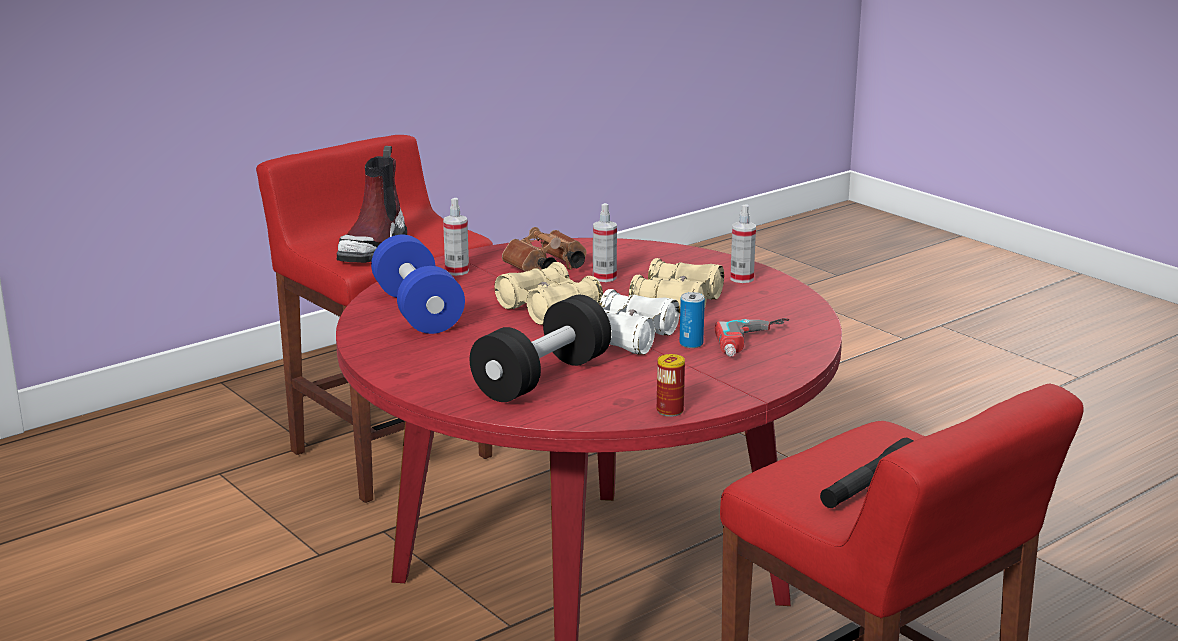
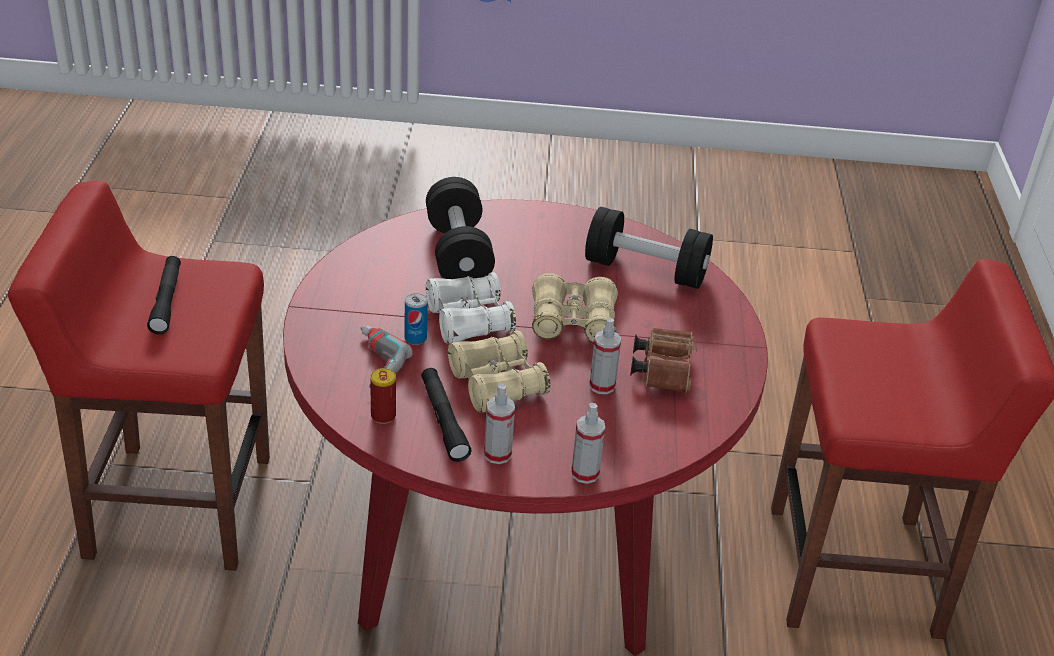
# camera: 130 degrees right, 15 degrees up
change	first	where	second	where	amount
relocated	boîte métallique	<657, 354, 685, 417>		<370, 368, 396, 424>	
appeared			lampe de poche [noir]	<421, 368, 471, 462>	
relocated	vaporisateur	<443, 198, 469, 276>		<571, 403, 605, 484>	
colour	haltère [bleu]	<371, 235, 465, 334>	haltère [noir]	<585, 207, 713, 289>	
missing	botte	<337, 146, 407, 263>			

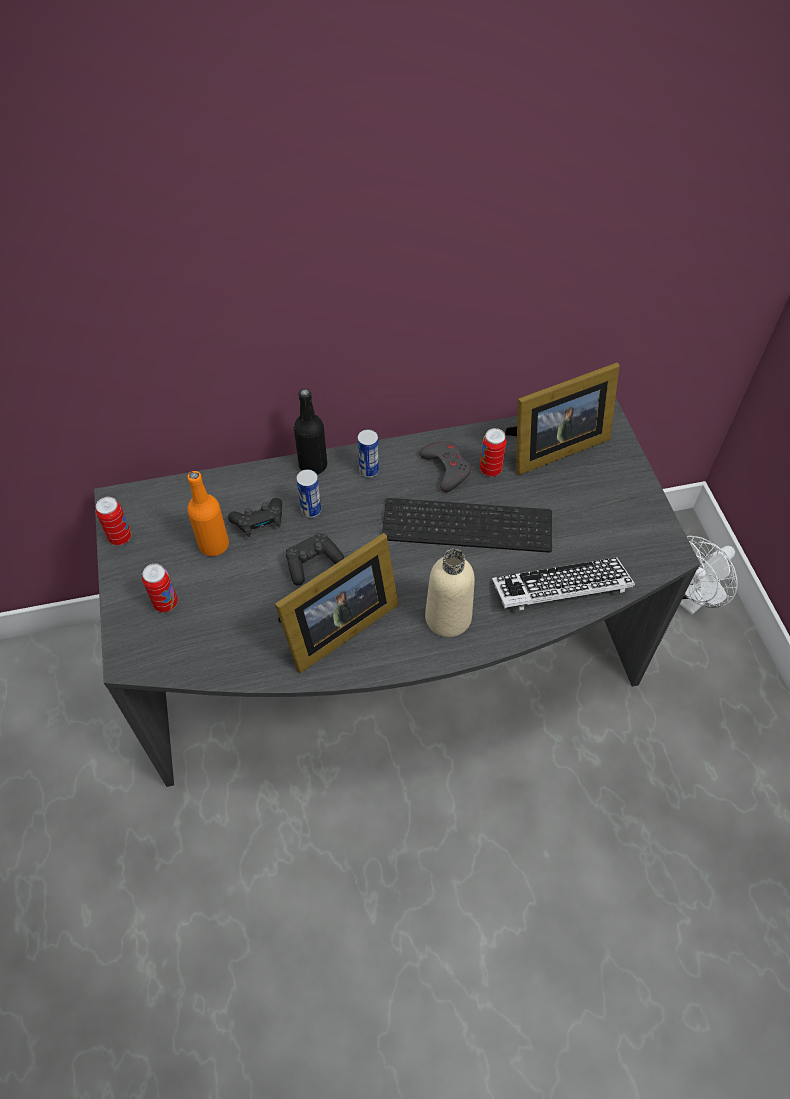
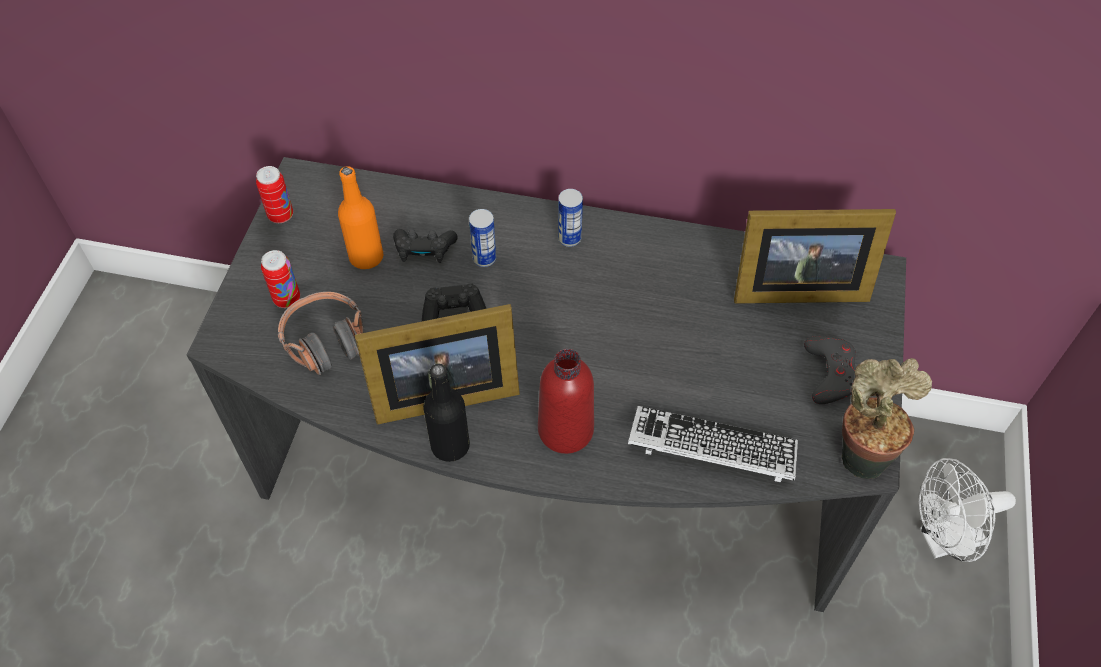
# camera: 25 degrees right, 0 degrees up
change	first	where	second	where	amount
appeared			casque audio	<278, 292, 363, 375>	
relocated	bouteille [noir]	<294, 388, 327, 474>		<423, 364, 470, 462>	
colour	bouteille [beige]	<425, 549, 475, 637>	bouteille [rouge]	<538, 349, 594, 454>	
relocated	manette [gris]	<420, 441, 471, 492>		<804, 336, 856, 404>	
appeared			plante en pot	<842, 358, 932, 479>	
missing	clavier	<382, 498, 552, 553>			
missing	boîte métallique	<480, 428, 506, 477>			

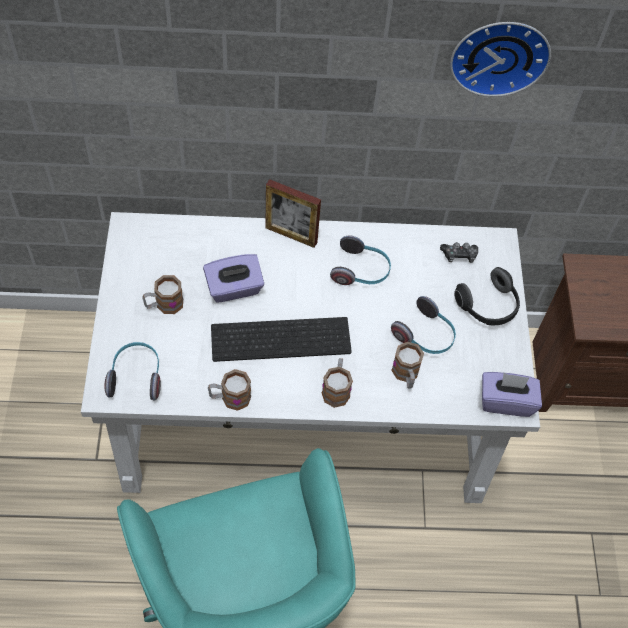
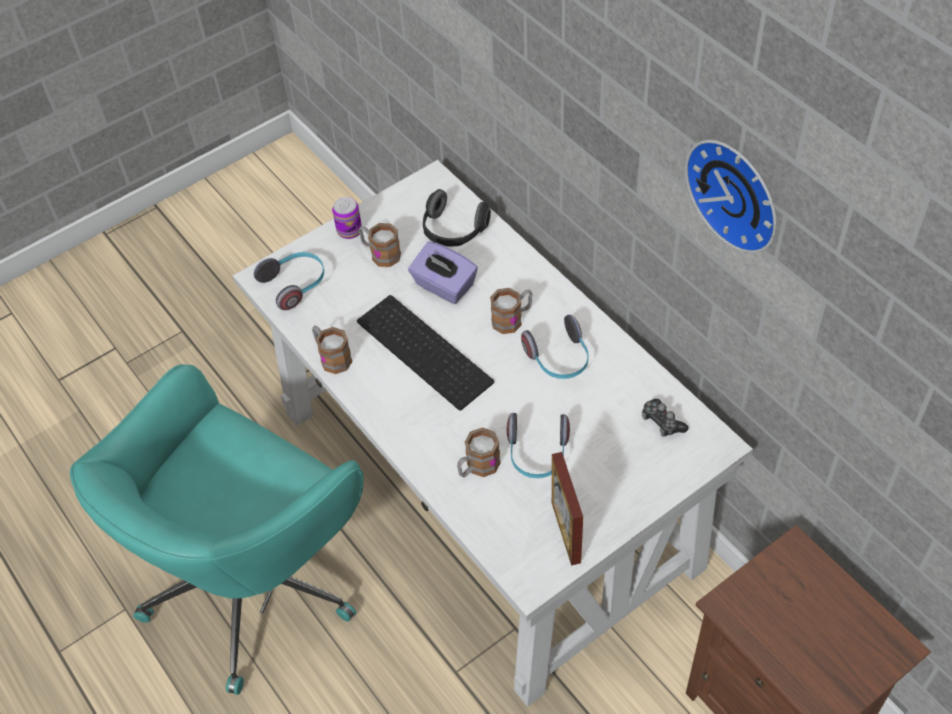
# camera: 60 degrees right, 5 degrees down
change	first	where	second	where	amount
appeared			boîte métallique	<332, 197, 362, 239>	
relocated	casque audio	<454, 267, 520, 325>		<423, 189, 491, 246>	
relocated	mug	<322, 358, 353, 408>		<490, 288, 532, 334>	
relocated	cadre photo	<265, 179, 321, 248>		<552, 452, 583, 566>	
missing	boîte à mouchoirs [violet]	<482, 372, 542, 417>			

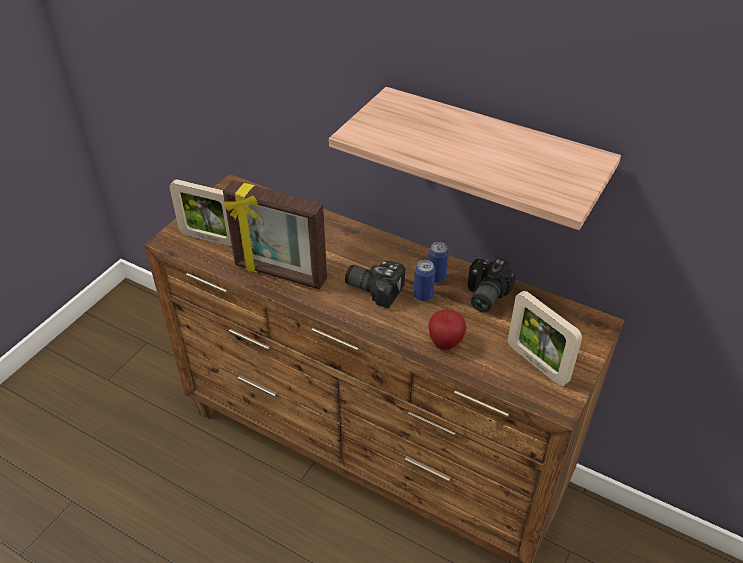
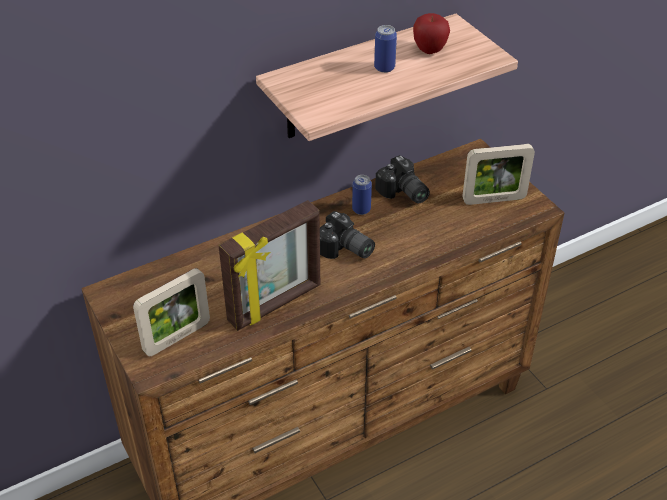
# camera: 60 degrees left, 0 degrees up
change	first	where	second	where	amount
spun	appareil photo	<345, 261, 405, 309>		<320, 211, 375, 259>	105 degrees counterclockwise
relocated	boîte métallique	<414, 260, 435, 301>		<374, 25, 397, 73>	
relocated	pomme	<428, 309, 466, 350>		<413, 13, 450, 54>	

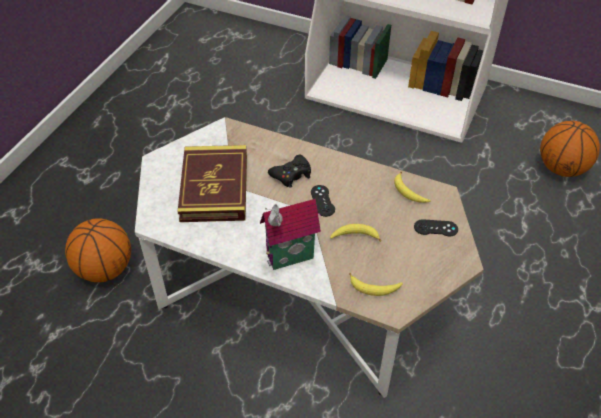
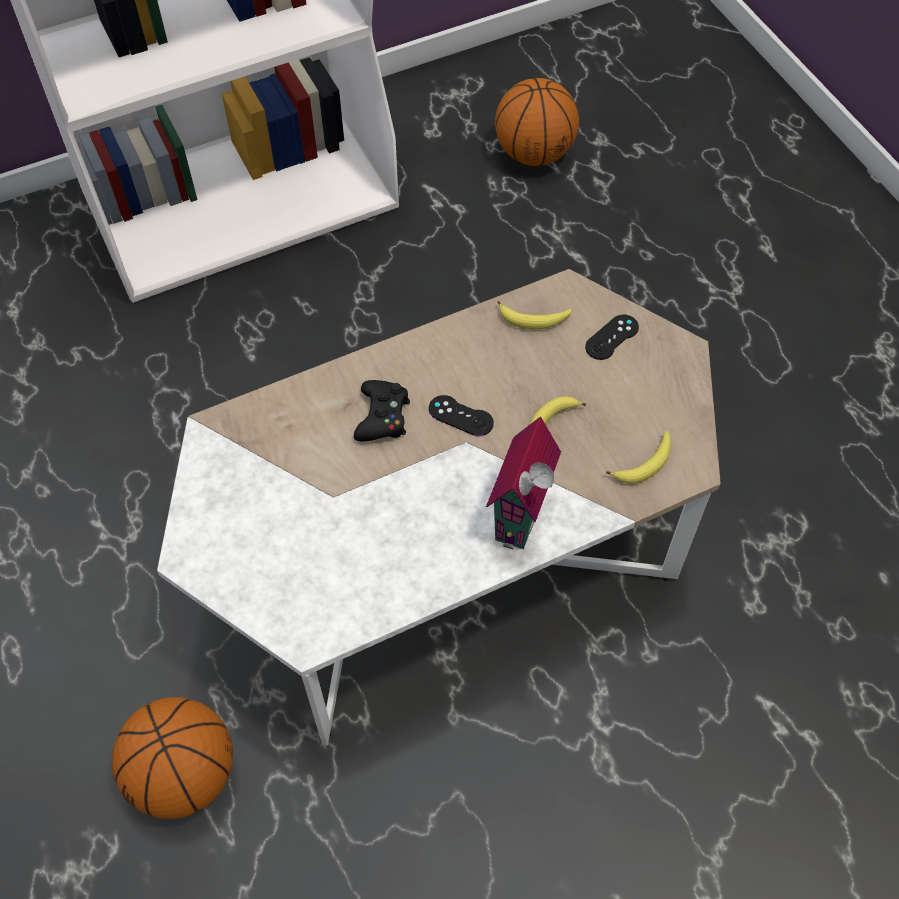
# camera: 50 degrees left, 10 degrees up
change	first	where	second	where	amount
missing	livre	<177, 145, 247, 222>			

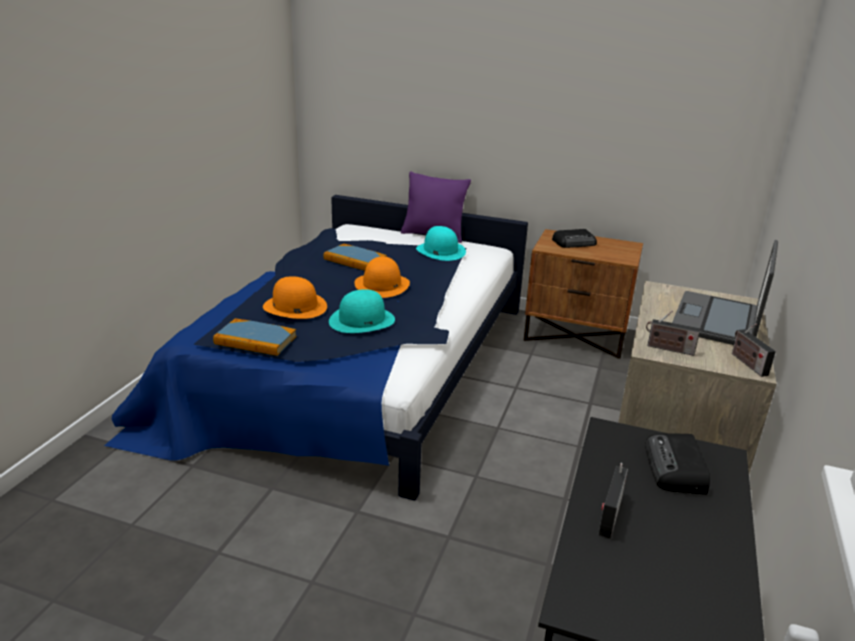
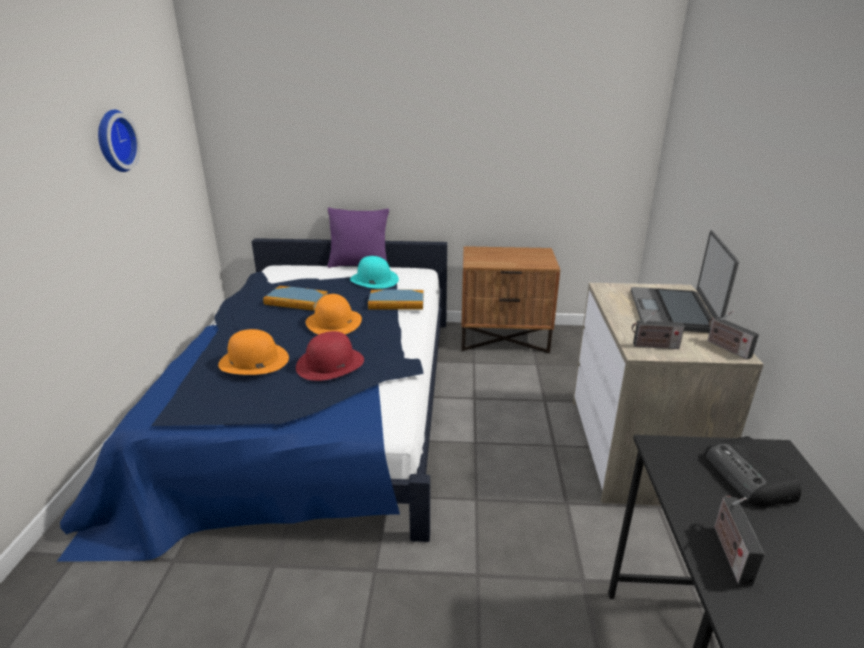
# camera: 15 degrees left, 0 degrees up
change	first	where	second	where	amount
appeared			horloge murale	<98, 110, 140, 172>	
colour	chapeau [turquoise]	<329, 289, 395, 333>	chapeau [rouge]	<296, 331, 364, 381>	
relocated	livre	<213, 318, 297, 356>		<368, 290, 424, 310>	
missing	radio	<552, 229, 597, 248>			

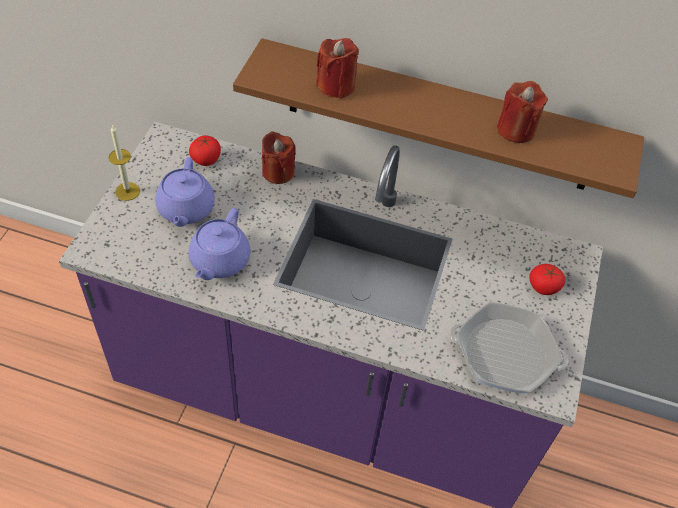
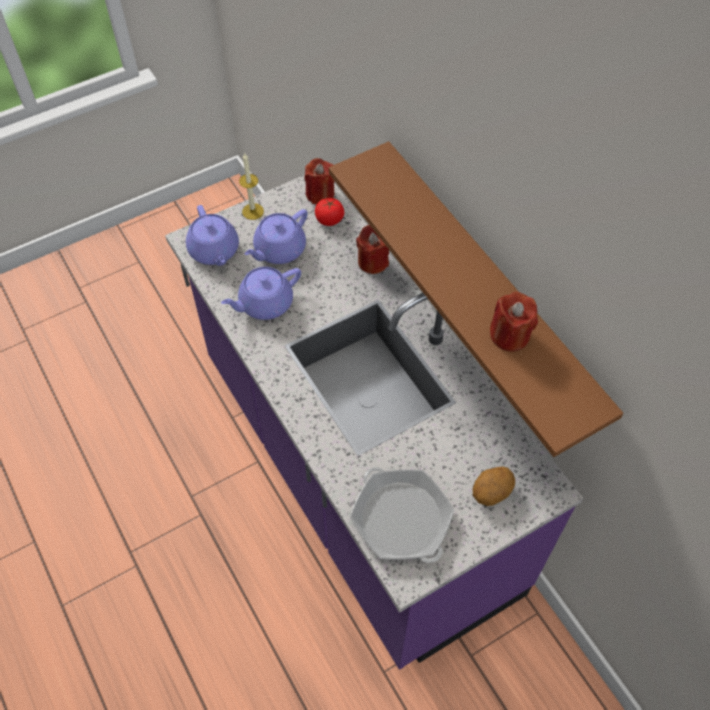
# camera: 45 degrees right, 5 degrees up
change	first	where	second	where	amount
appeared			théière [violet]	<186, 205, 239, 266>	
relocated	bougie [rouge]	<316, 38, 359, 99>		<304, 158, 335, 204>	
exchanged	tomate	<529, 264, 565, 295>	pomme de terre	<473, 467, 515, 506>	

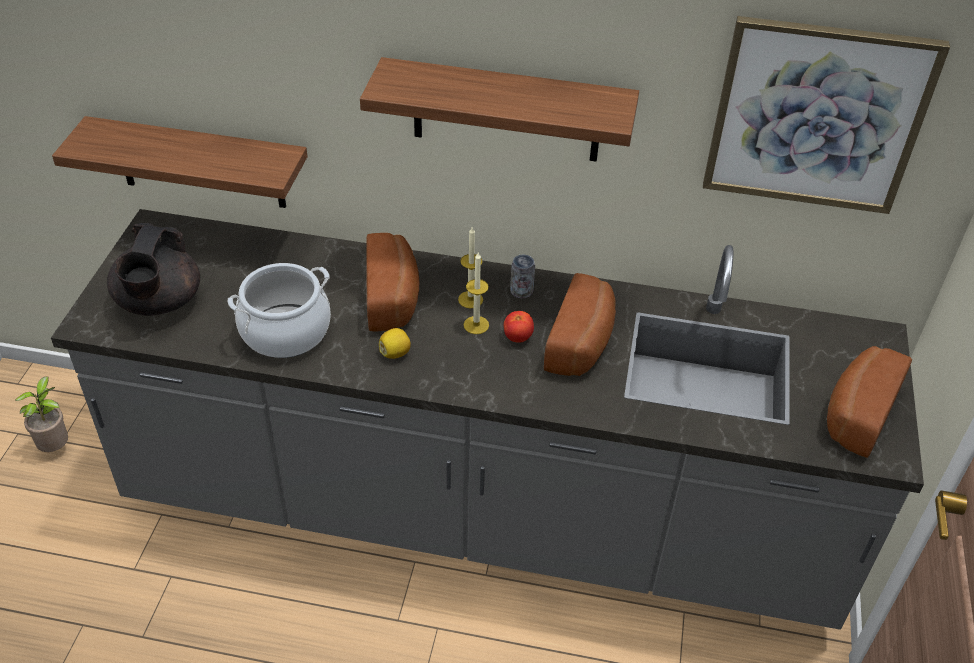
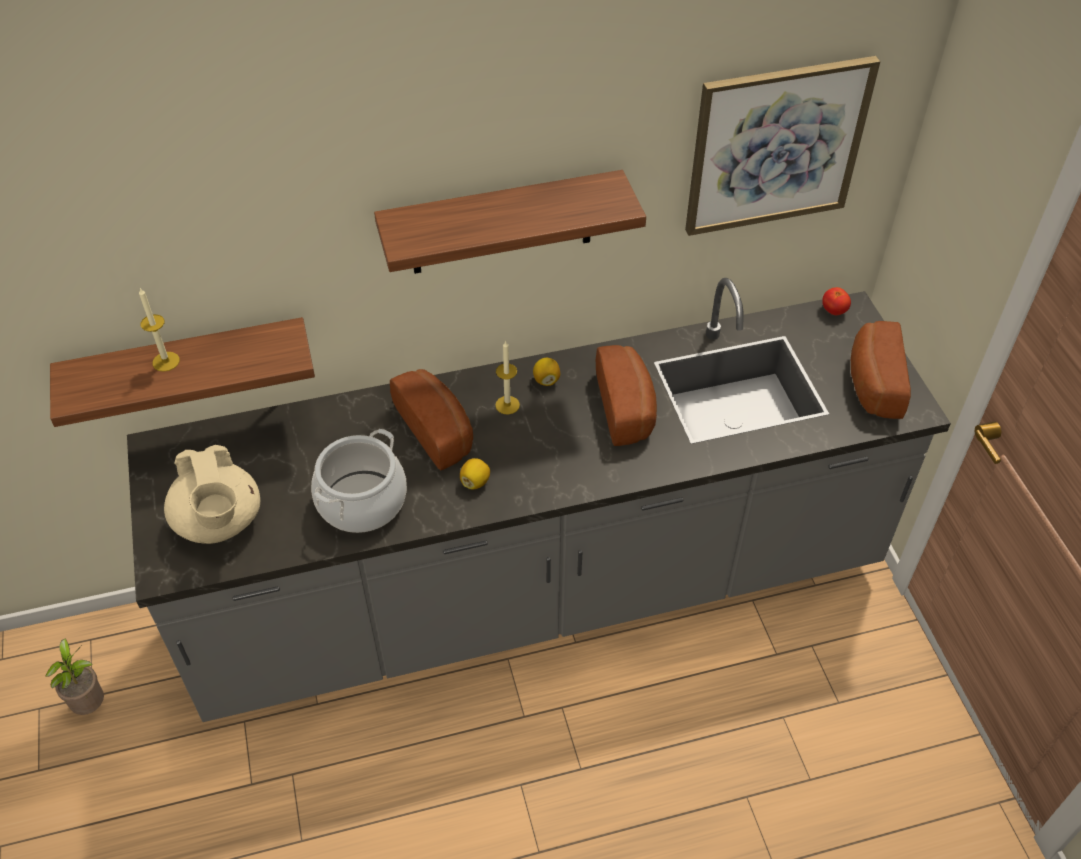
# camera: 25 degrees left, 5 degrees up
change	first	where	second	where	amount
relocated	bougie	<464, 253, 489, 334>		<139, 288, 180, 372>	
colour	théière [noir]	<107, 223, 200, 316>	théière [beige]	<164, 445, 260, 544>	
exchanged	boîte métallique	<510, 254, 535, 298>	citron	<533, 358, 560, 386>	
relocated	tomate	<504, 311, 534, 343>		<822, 287, 851, 315>	

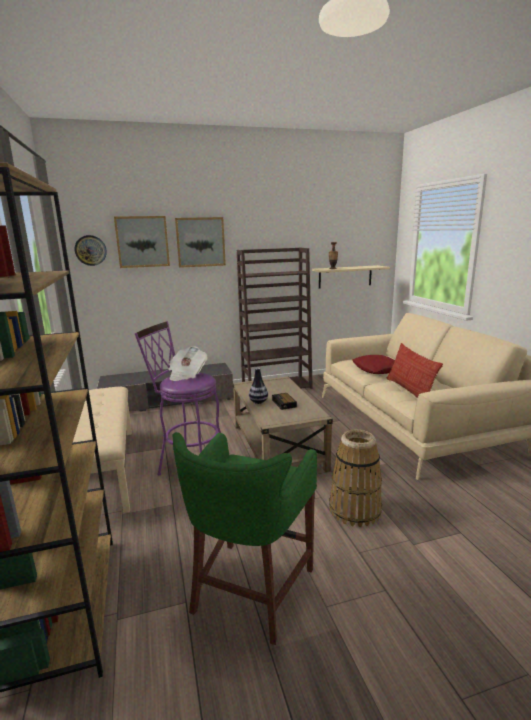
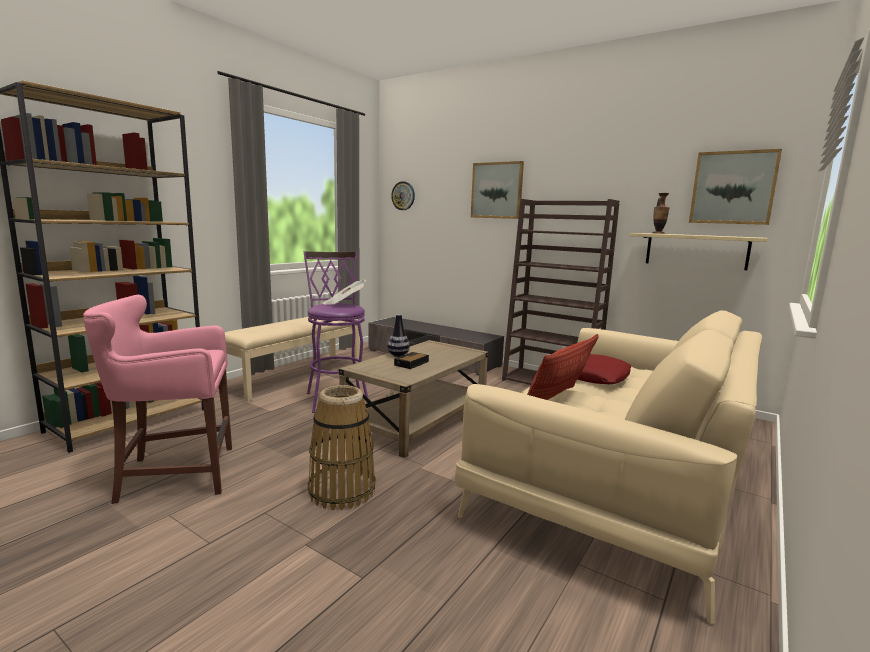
# camera: 50 degrees right, 5 degrees down
change	first	where	second	where	amount
colour	tabouret [vert]	<173, 432, 317, 645>	tabouret [rose]	<83, 295, 232, 504>	
relocated	tableau	<114, 216, 170, 268>		<689, 149, 782, 225>	

